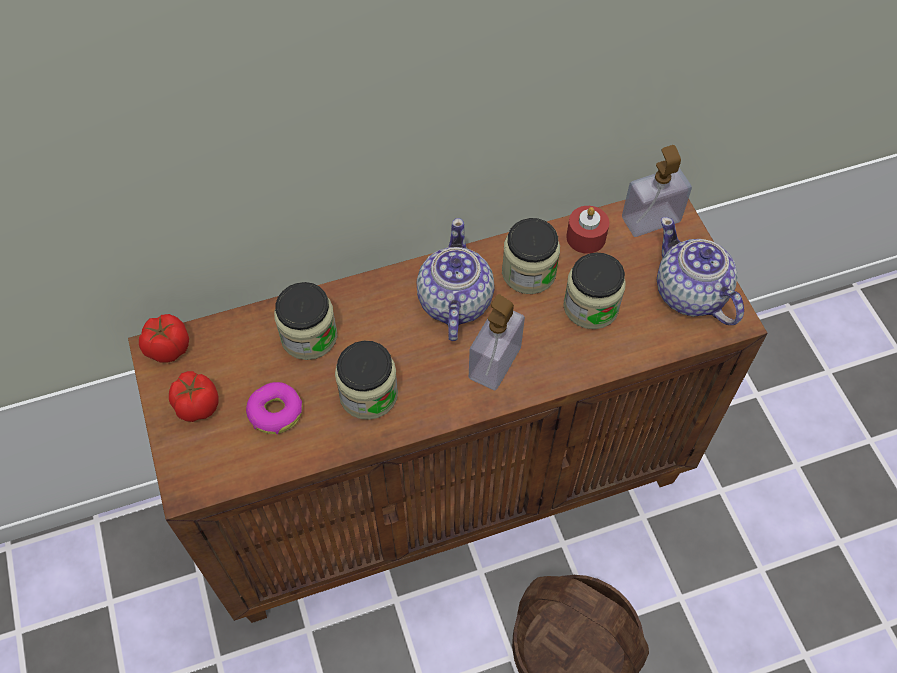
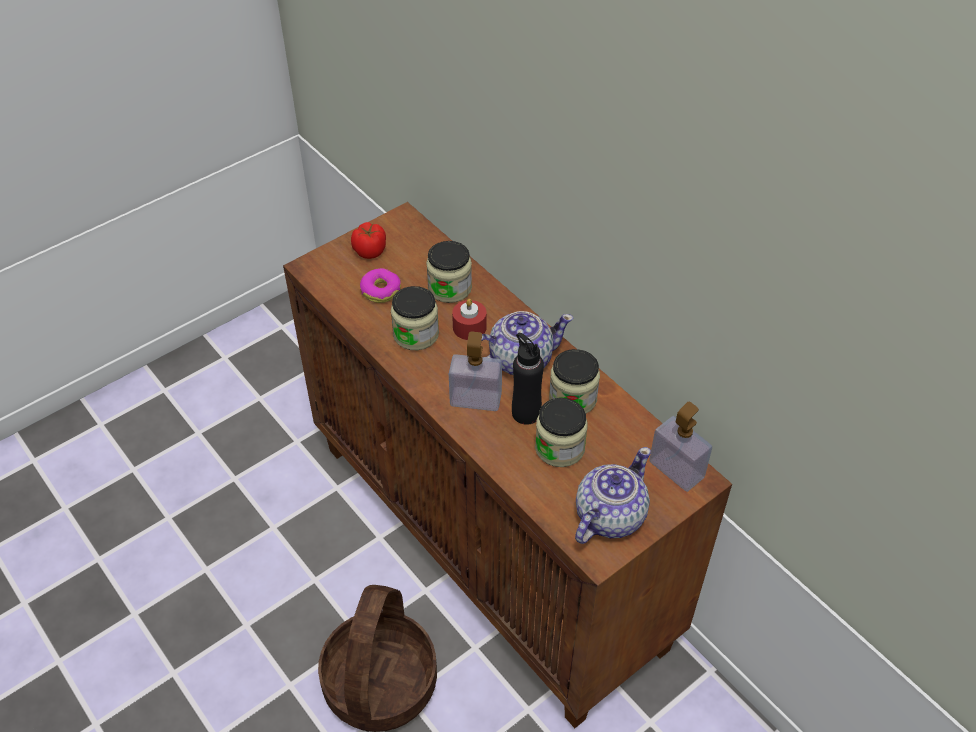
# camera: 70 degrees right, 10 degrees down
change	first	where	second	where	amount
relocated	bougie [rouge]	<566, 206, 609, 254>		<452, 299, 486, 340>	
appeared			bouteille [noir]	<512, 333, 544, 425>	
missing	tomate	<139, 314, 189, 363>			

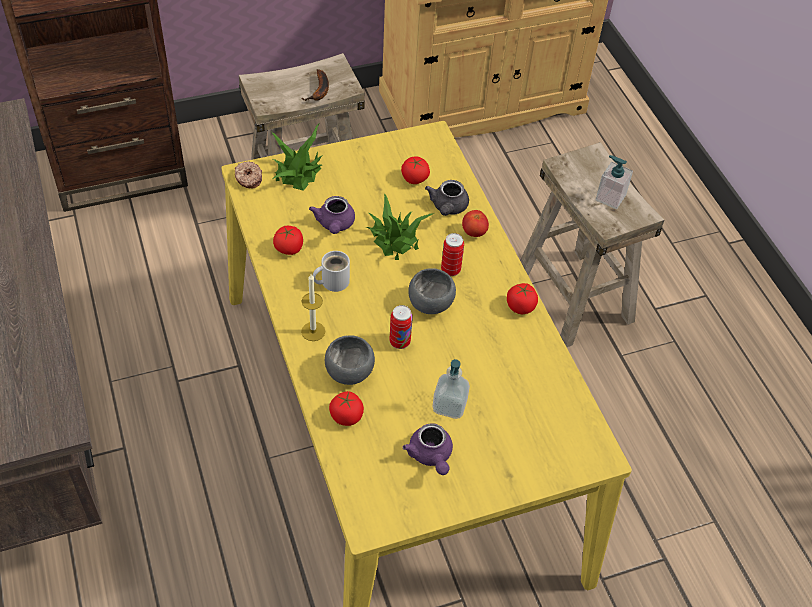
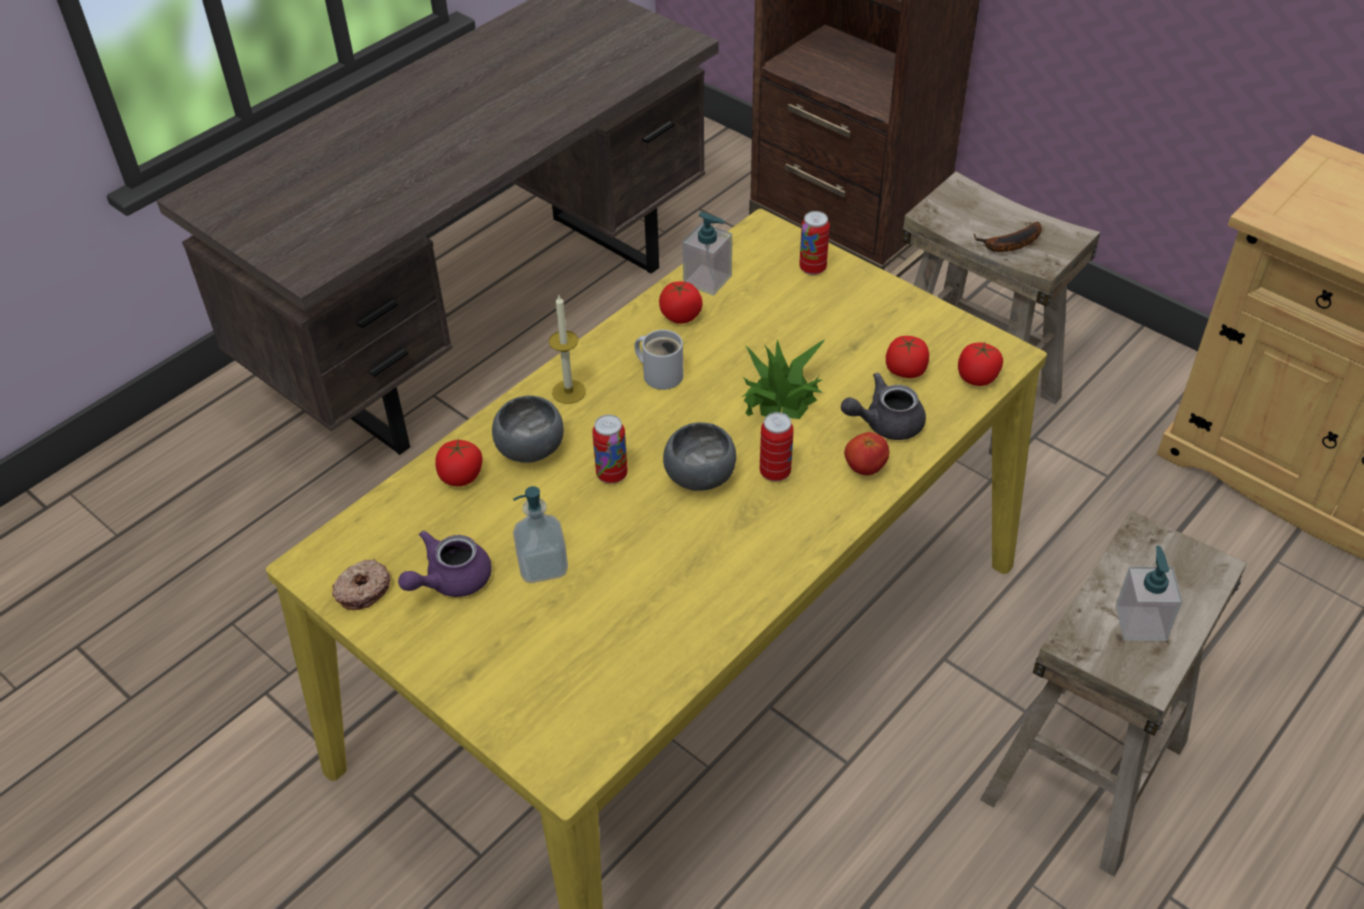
# camera: 65 degrees right, 5 degrees down
change	first	where	second	where	amount
relocated	beignet	<235, 161, 262, 188>		<332, 559, 391, 610>	
appeared			distributeur de savon	<682, 212, 732, 296>	
exchanged	plante en pot	<272, 124, 323, 191>	boîte métallique	<799, 211, 830, 275>	
relocated	tomate	<507, 283, 538, 314>		<958, 341, 1003, 386>	
missing	théière [violet]	<309, 196, 355, 234>			

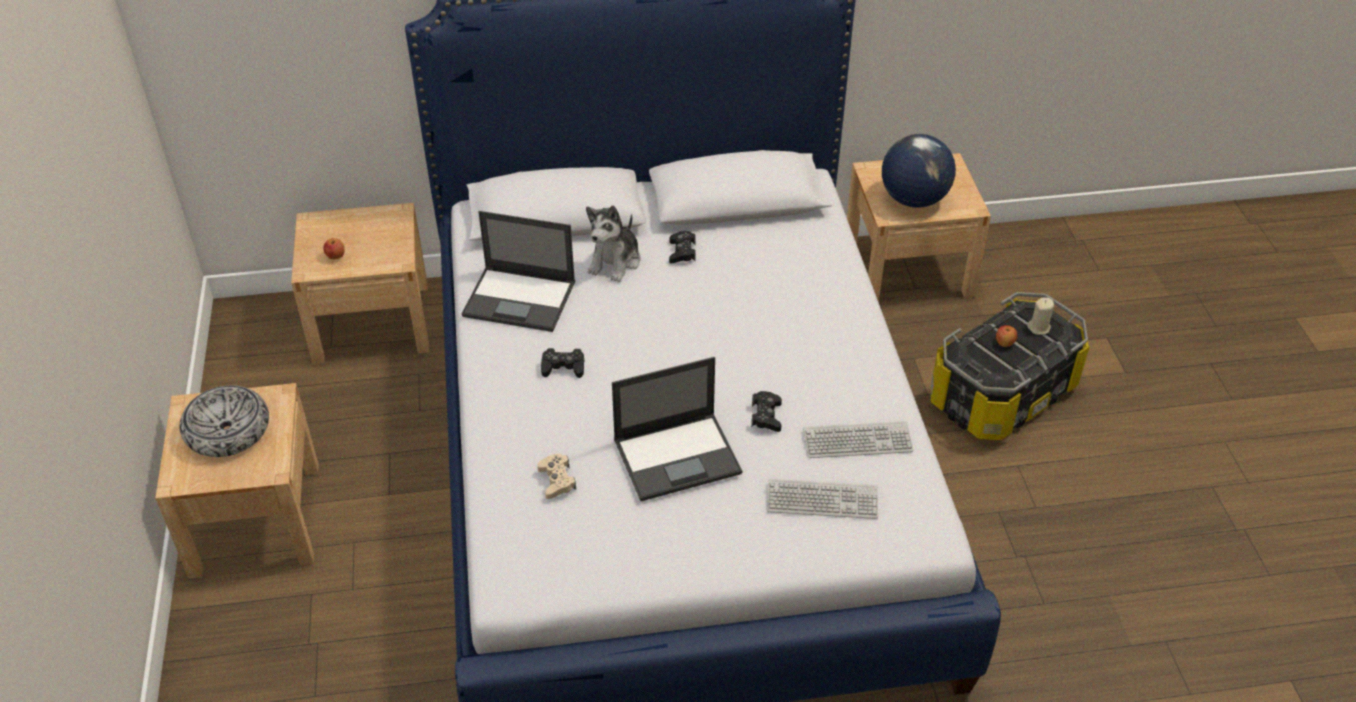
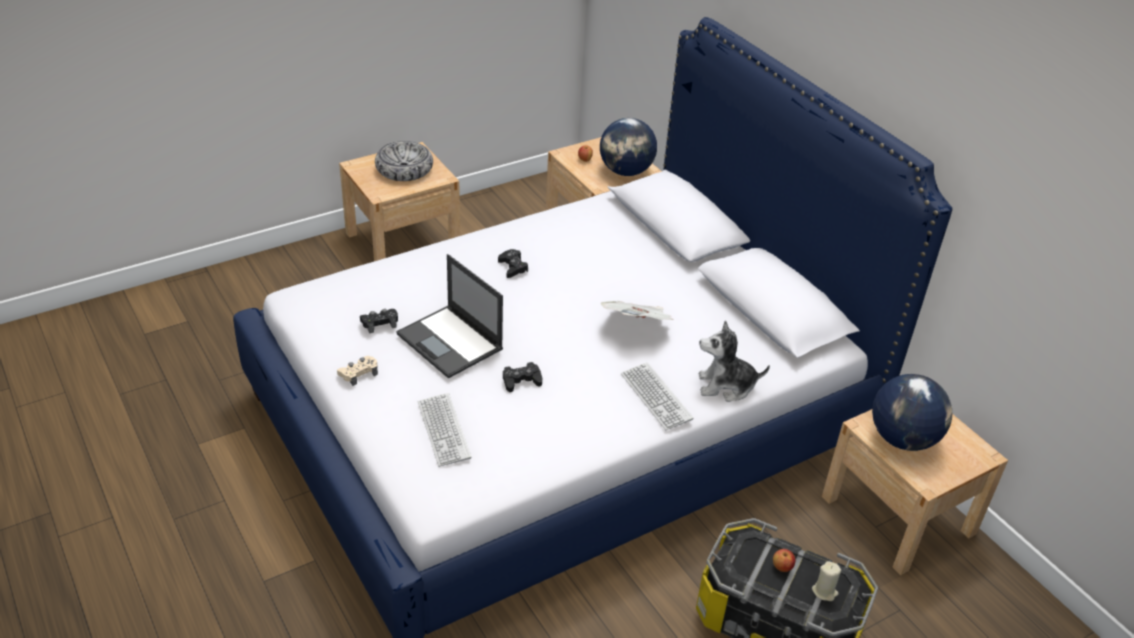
# camera: 65 degrees right, 5 degrees down
change	first	where	second	where	amount
relocated	manette [beige]	<537, 454, 576, 499>		<337, 356, 378, 386>	
relocated	manette [noir]	<669, 231, 696, 263>		<360, 309, 398, 333>	
appeared			globe	<600, 118, 657, 176>	
appeared			journal	<601, 301, 674, 320>	
relocated	clavier	<803, 421, 913, 458>		<621, 362, 694, 430>	
relocated	peluche	<586, 205, 641, 282>		<699, 321, 770, 402>	
missing	ordinateur portable	<462, 211, 575, 332>			

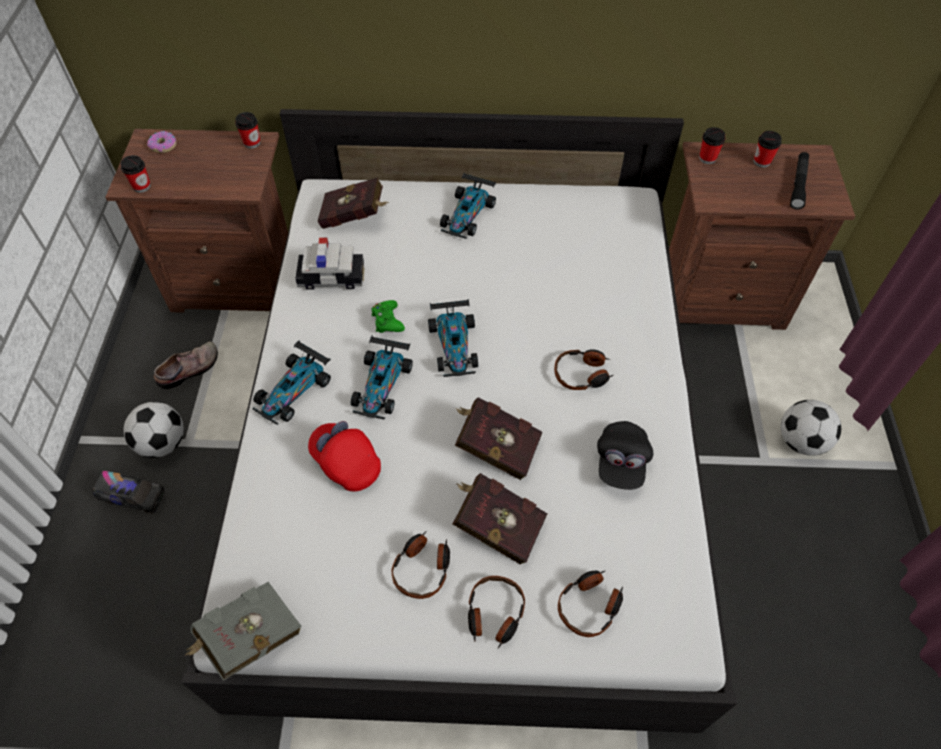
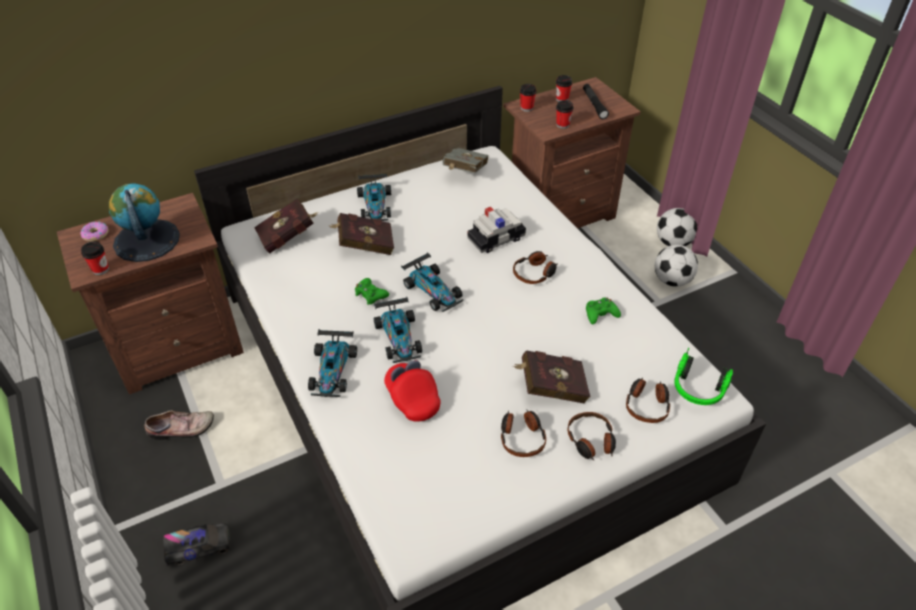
# camera: 30 degrees left, 10 degrees down
change	first	where	second	where	amount
appeared			globe	<109, 183, 180, 262>	
spun	chaussure	<154, 342, 218, 389>		<145, 410, 214, 440>	60 degrees clockwise
relocated	livre [rouge]	<455, 397, 543, 480>		<330, 213, 394, 255>	
spun	casquette [rouge]	<308, 421, 381, 491>		<384, 360, 441, 422>	45 degrees clockwise
relocated	livre [gris]	<185, 582, 302, 681>		<442, 148, 489, 173>	
relocated	petite voiture	<295, 237, 365, 290>		<468, 207, 526, 253>	
relocated	tasse	<235, 112, 260, 149>		<556, 100, 573, 129>	
exchanged	casquette [noir]	<597, 421, 653, 490>	manette [vert]	<586, 297, 621, 324>	
relocated	ballon de foot	<124, 402, 184, 458>		<657, 208, 697, 246>	
appeared			casque audio	<674, 348, 733, 405>	

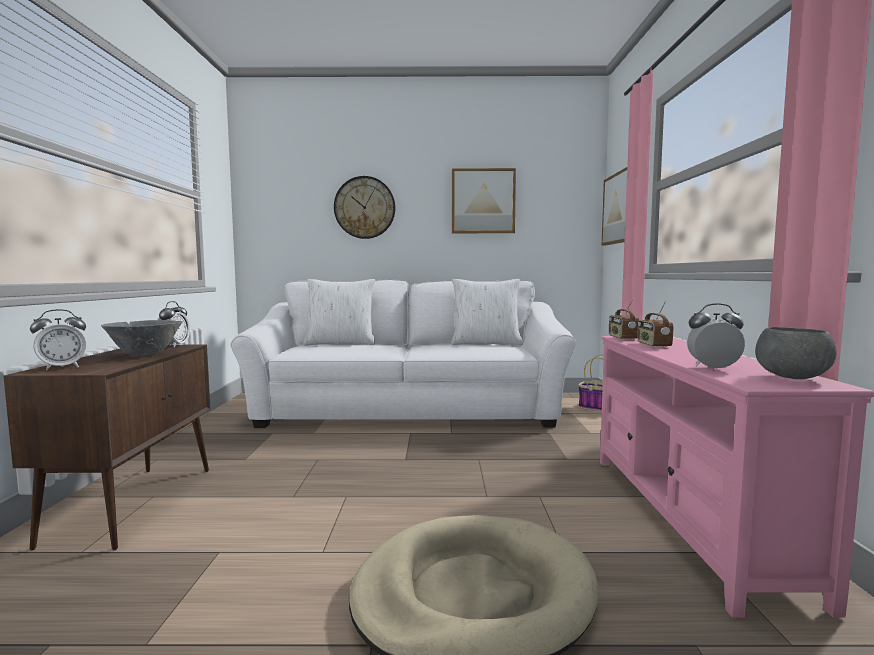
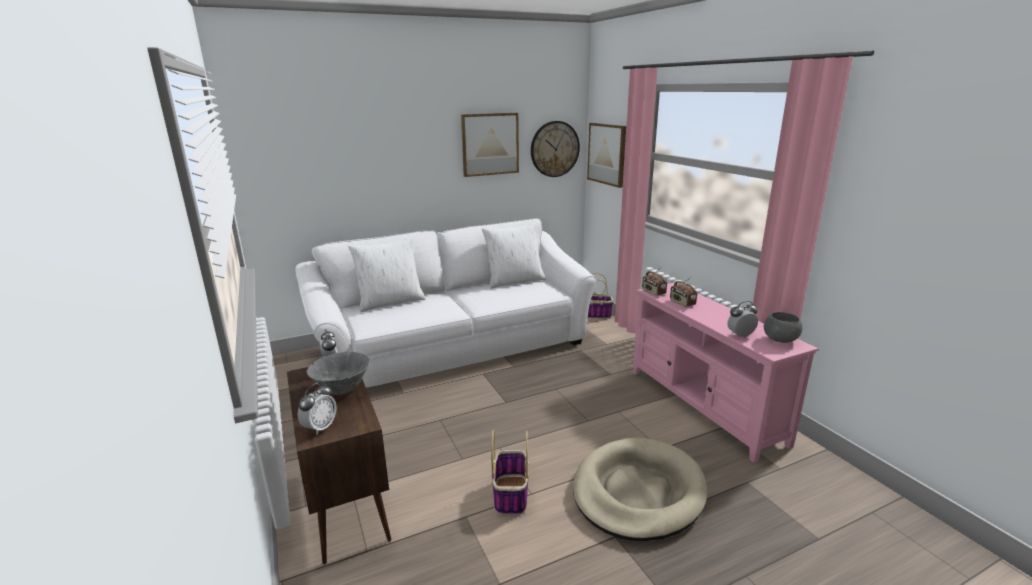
# camera: 25 degrees left, 15 degrees up
change	first	where	second	where	amount
appeared			panier	<491, 430, 529, 515>	
relocated	horloge murale	<334, 176, 395, 239>		<531, 121, 580, 177>	

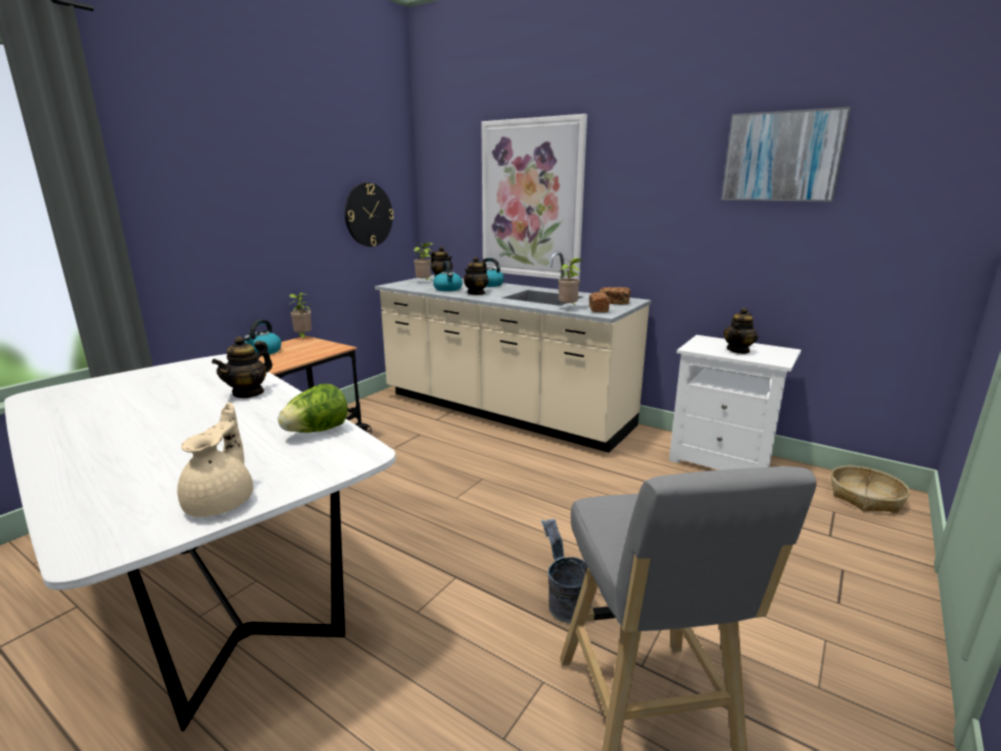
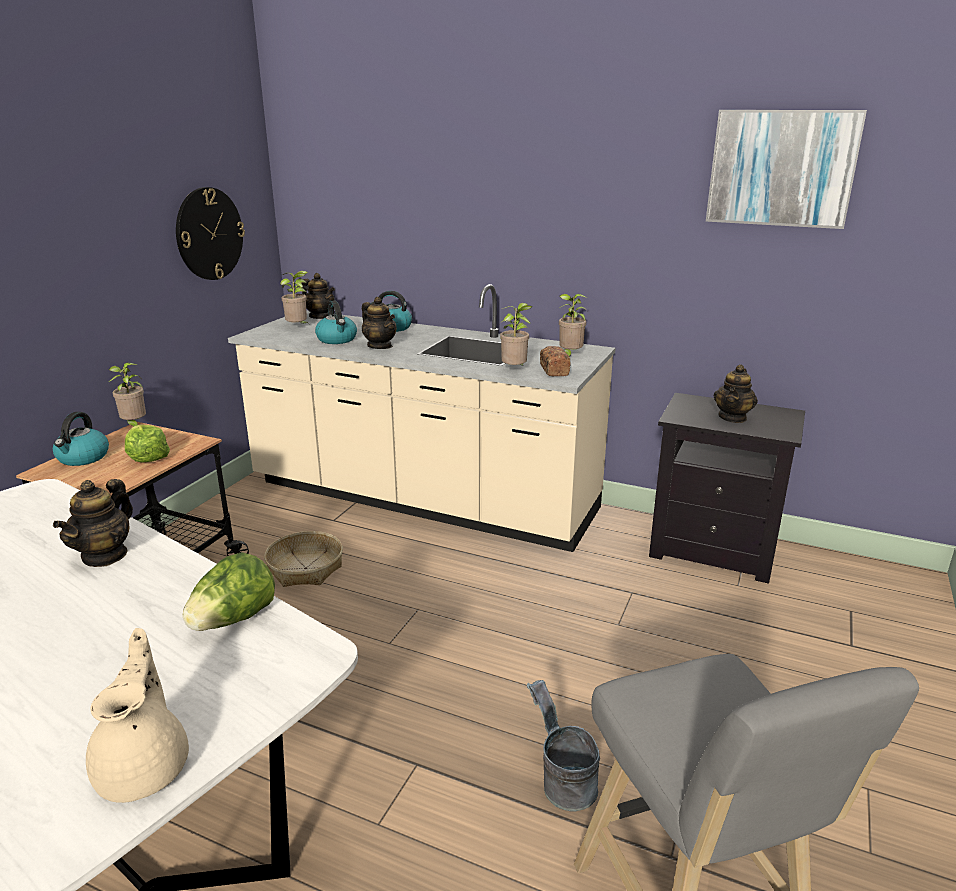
# camera: 10 degrees left, 5 degrees up
change	first	where	second	where	amount
appeared			laitue	<125, 424, 170, 463>	
relocated	panier	<831, 466, 910, 513>		<264, 531, 343, 587>	
spun	théière	<463, 257, 489, 295>		<362, 297, 397, 349>	60 degrees counterclockwise
exchanged	pain	<599, 287, 630, 305>	plante en pot	<559, 294, 587, 357>	
colour	table de chevet [blanc]	<669, 335, 801, 470>	table de chevet [noir]	<649, 393, 805, 584>	
missing	tableau	<481, 114, 587, 280>			

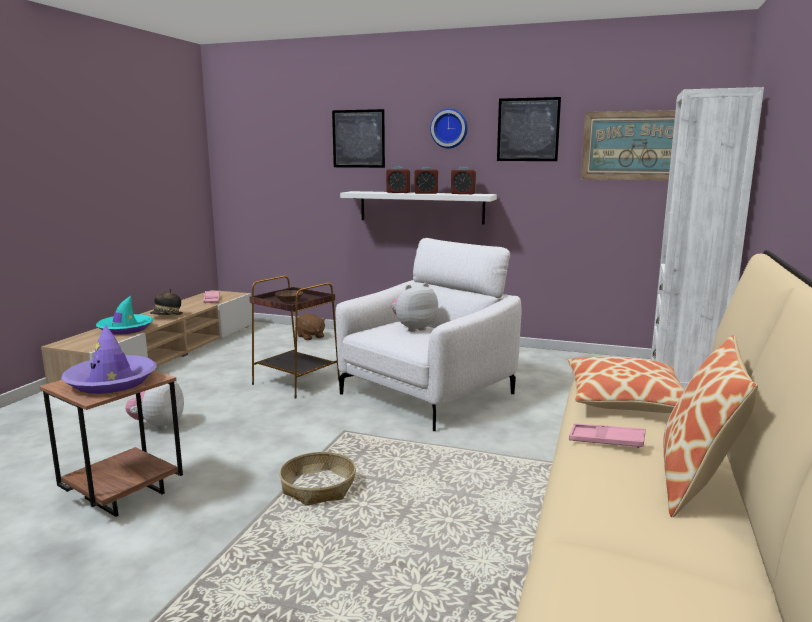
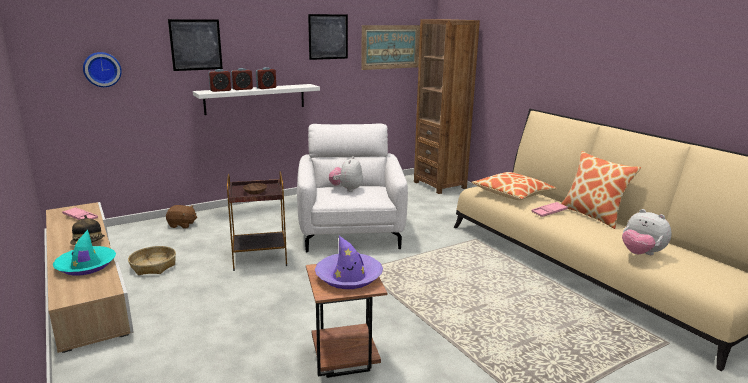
# camera: 50 degrees left, 5 degrees up
change	first	where	second	where	amount
relocated	horloge murale	<430, 108, 467, 148>		<83, 52, 122, 87>	
relocated	panier	<279, 452, 356, 506>		<128, 246, 176, 275>	
relocated	réveil	<451, 167, 477, 194>		<209, 69, 231, 92>	
colour	bibliothèque [blanc]	<651, 87, 764, 389>	bibliothèque [marron]	<414, 19, 480, 194>	
relocated	peluche	<125, 381, 184, 430>		<622, 209, 672, 255>	

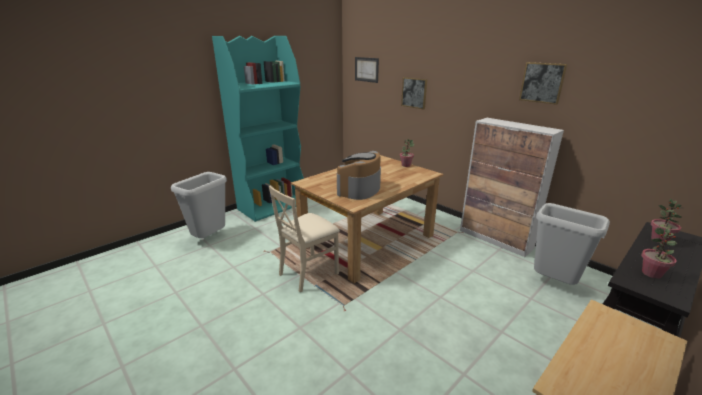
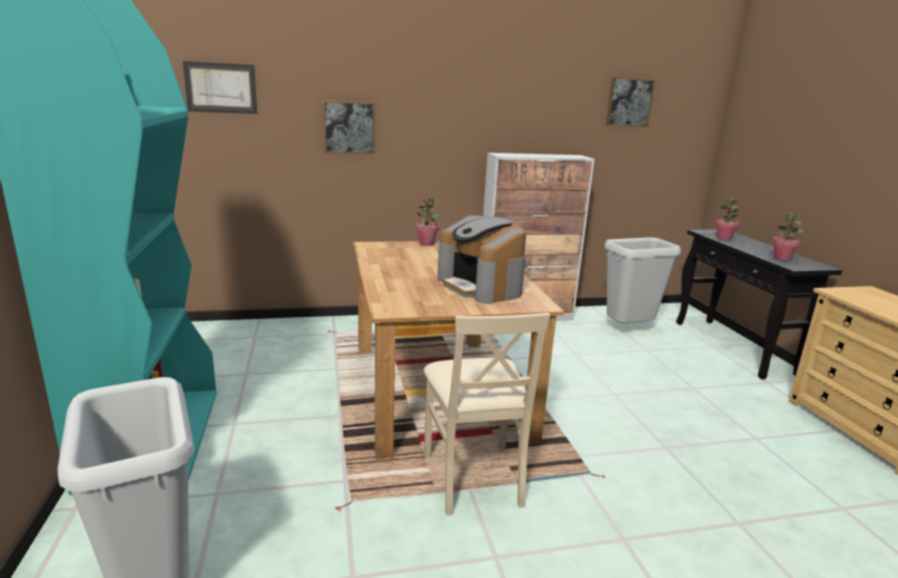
# camera: 60 degrees left, 5 degrees down
change	first	where	second	where	amount
relocated	tableau	<519, 62, 567, 105>		<606, 77, 656, 127>	

